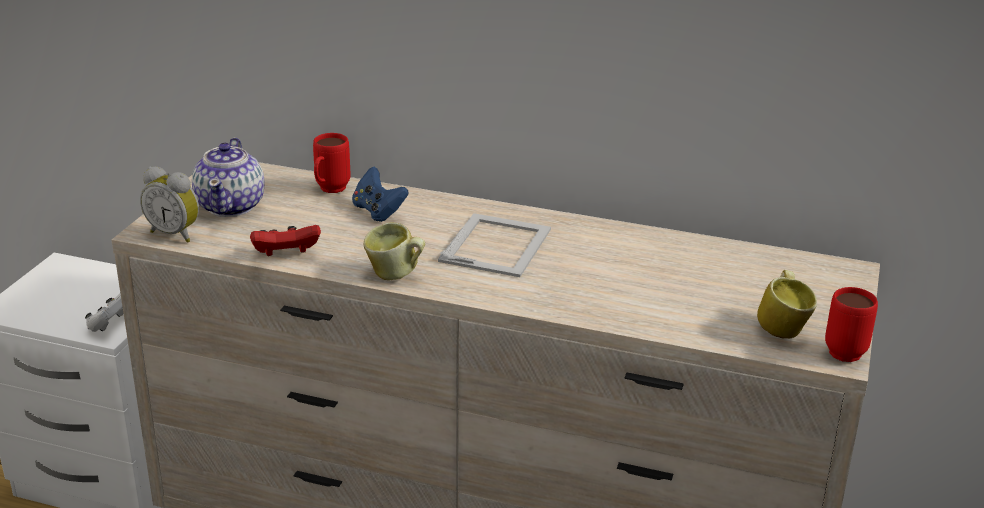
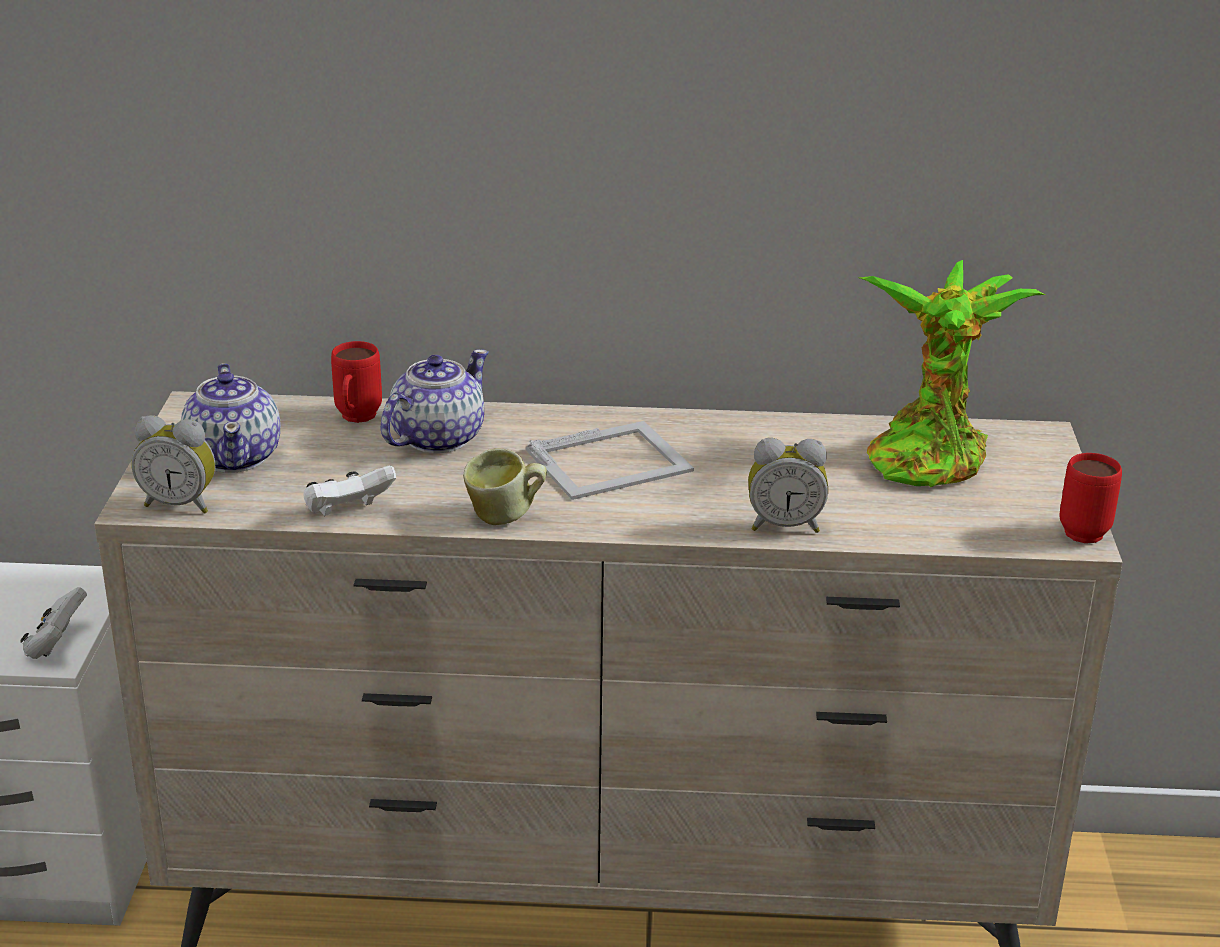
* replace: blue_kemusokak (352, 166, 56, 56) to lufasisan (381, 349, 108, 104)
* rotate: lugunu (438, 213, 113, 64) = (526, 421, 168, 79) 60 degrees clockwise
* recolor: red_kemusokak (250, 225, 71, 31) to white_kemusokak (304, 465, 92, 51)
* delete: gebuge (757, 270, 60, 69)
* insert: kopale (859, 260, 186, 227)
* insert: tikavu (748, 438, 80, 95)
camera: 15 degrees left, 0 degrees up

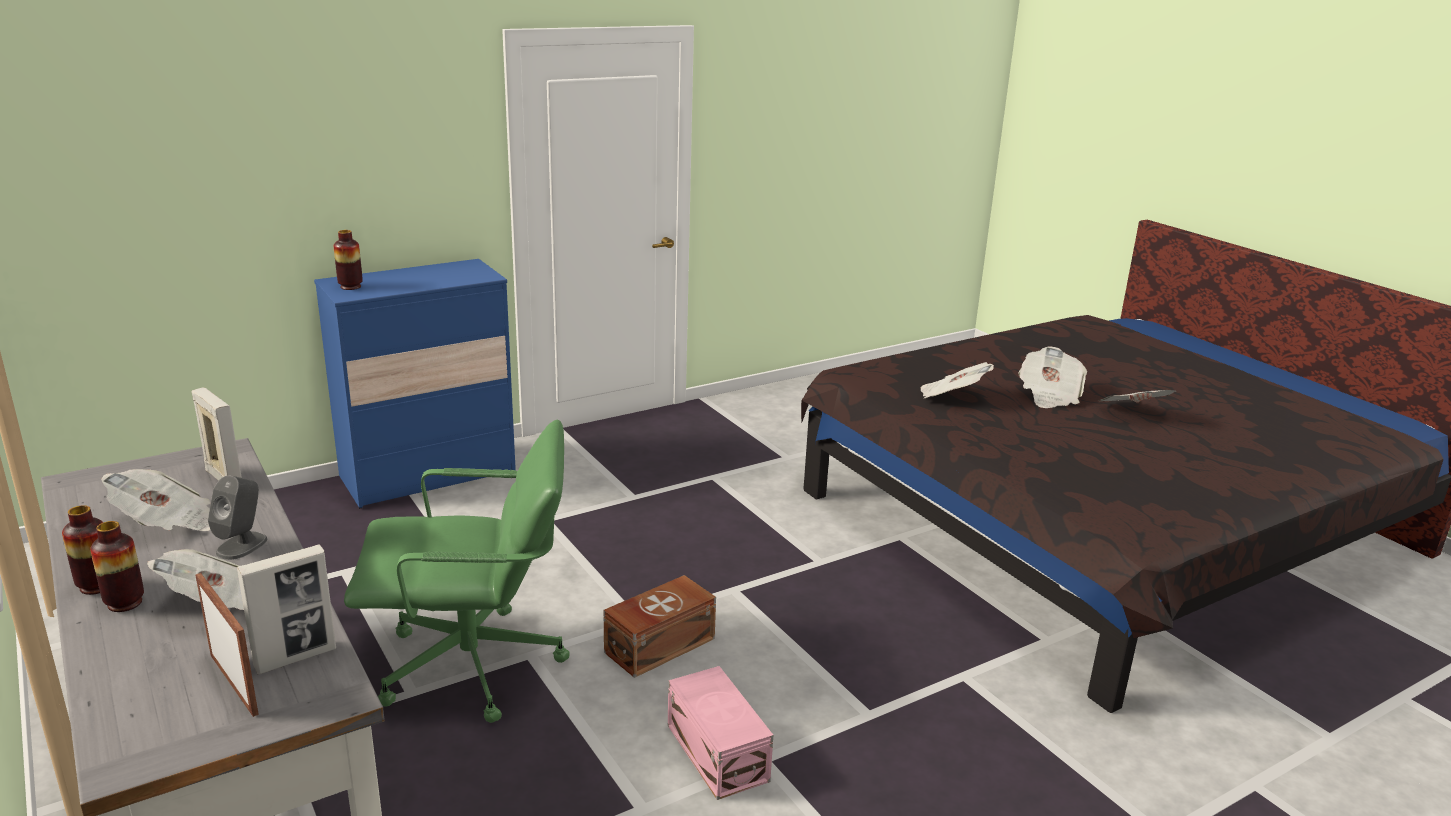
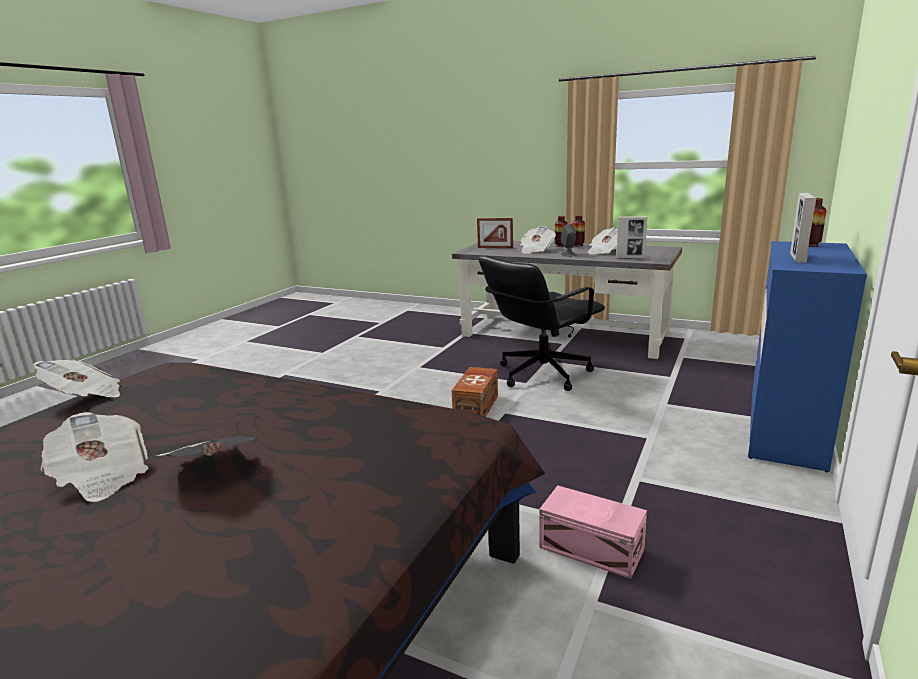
* move: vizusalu (920, 362, 74, 36) to (33, 360, 87, 37)
* recolor: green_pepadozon (344, 419, 226, 304) to black_pepadozon (479, 256, 126, 135)
* move: lugunu (237, 544, 99, 130) to (790, 193, 26, 70)
* move: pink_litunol (668, 666, 105, 134) to (539, 485, 108, 94)
camera: 150 degrees right, 5 degrees down

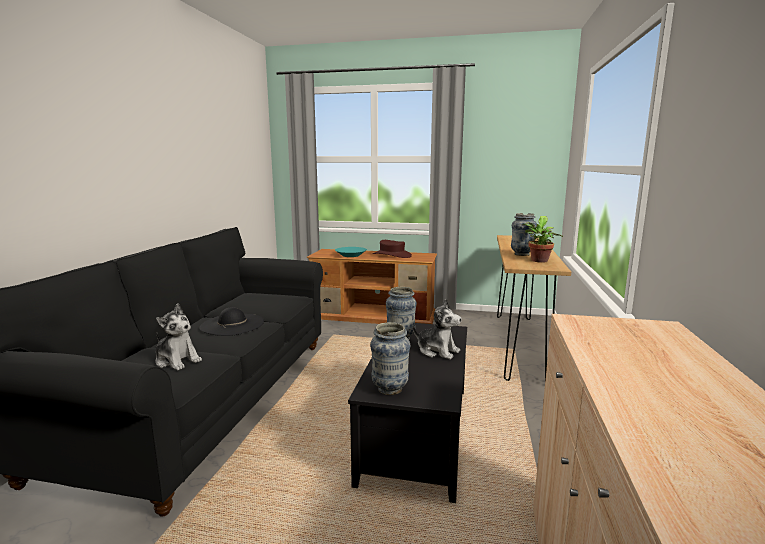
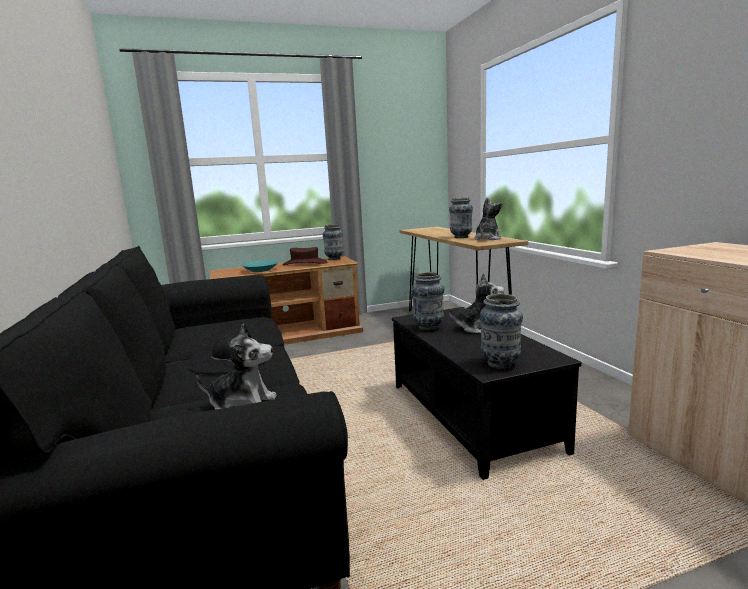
* replace: kopale (522, 216, 41, 47) to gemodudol (474, 197, 28, 43)
* insert: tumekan (323, 224, 20, 36)
camera: 30 degrees left, 0 degrees up

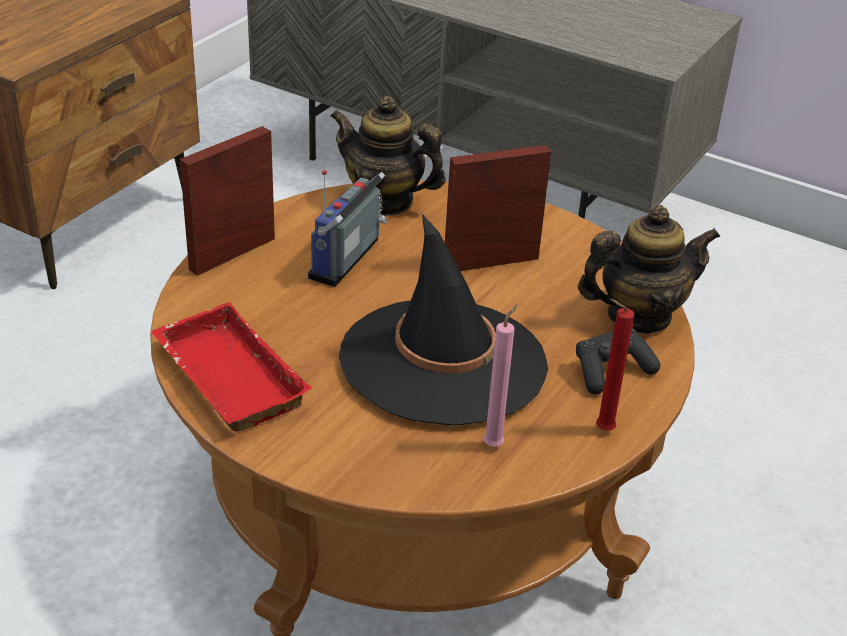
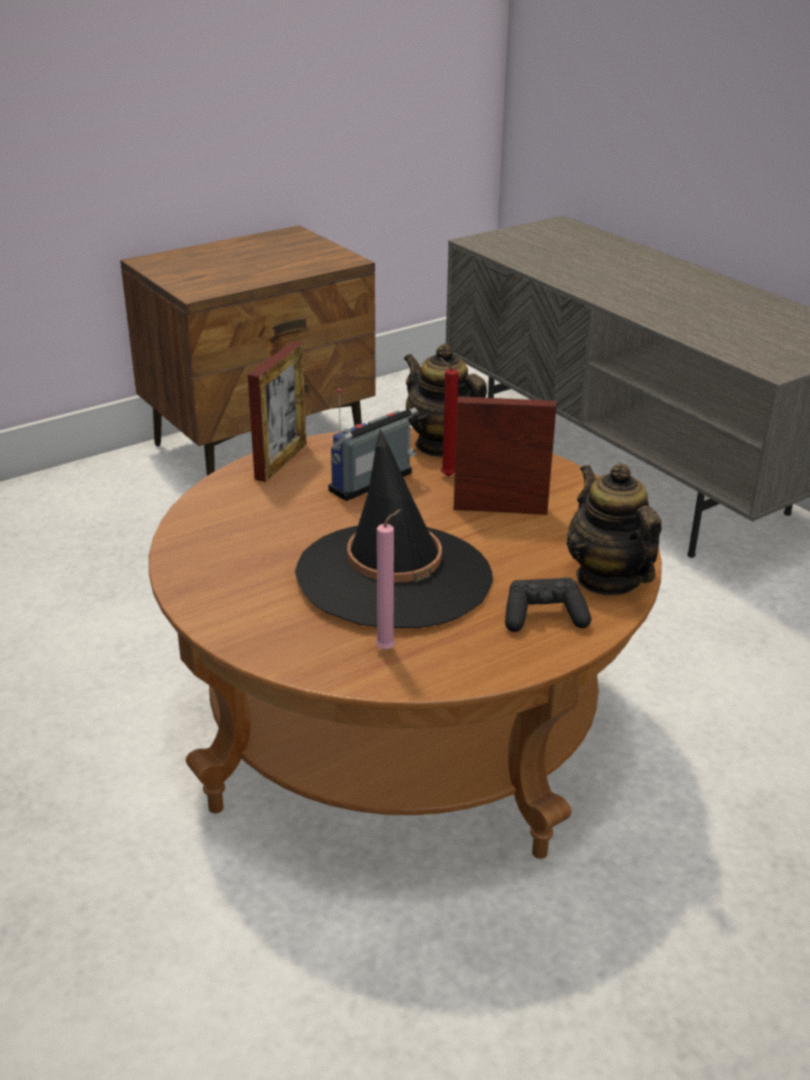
* rotate: lugunu (180, 126, 95, 150) = (248, 341, 58, 141) 135 degrees clockwise
* rotate: lufasisan (578, 205, 142, 128) = (567, 463, 94, 133) 120 degrees counterclockwise
* move: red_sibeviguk (596, 299, 39, 132) to (439, 357, 20, 119)
* delete: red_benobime (151, 302, 161, 130)
camera: 25 degrees right, 5 degrees down

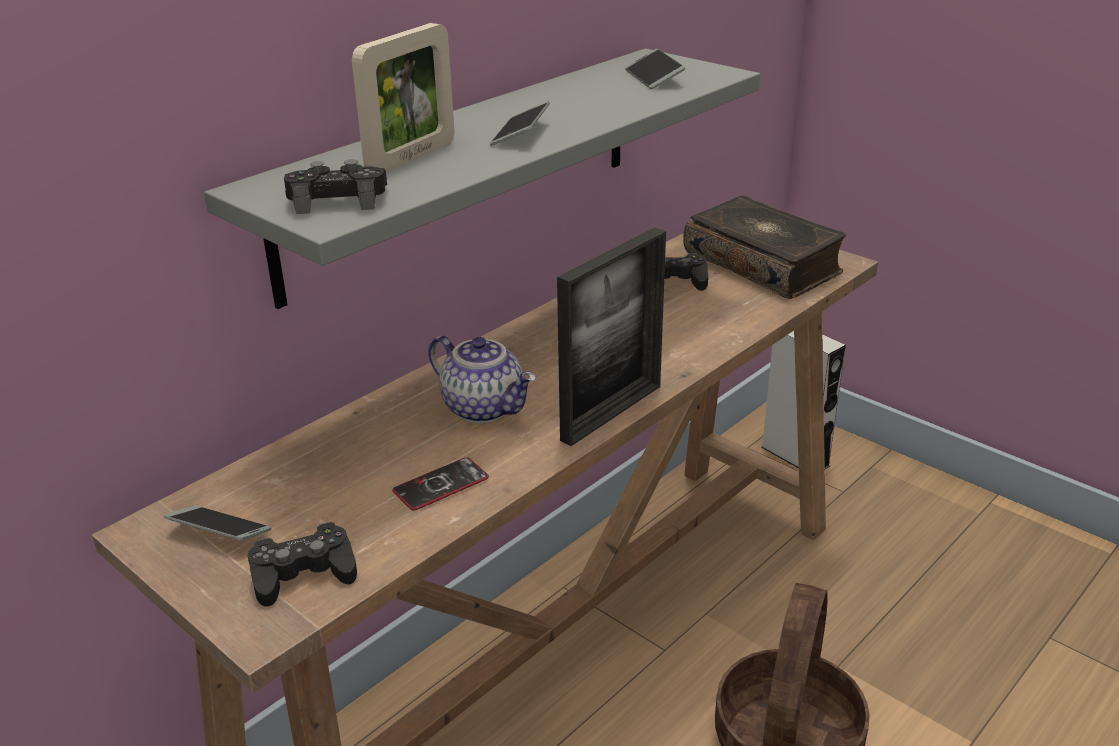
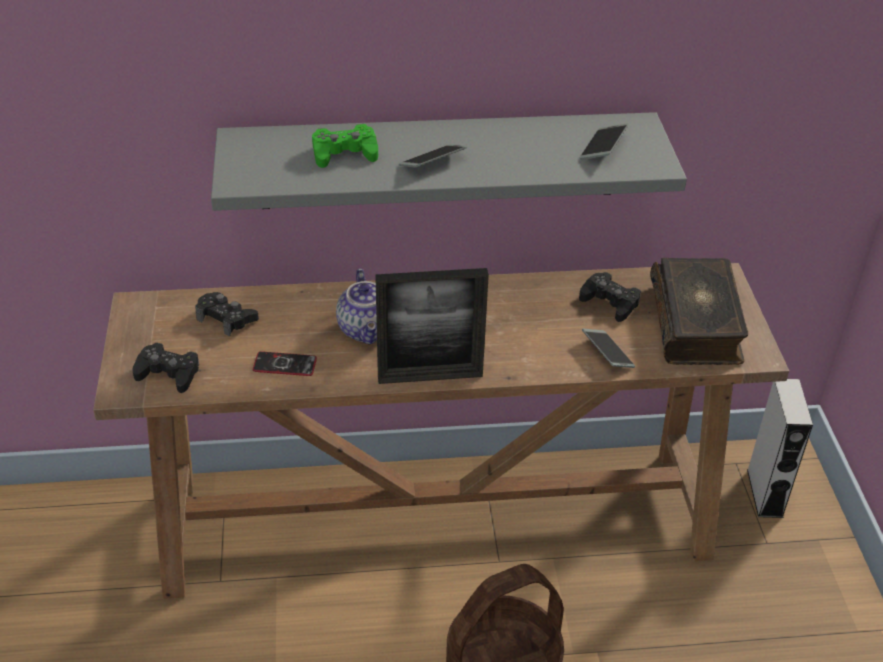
* replace: lugunu (352, 23, 102, 150) to green_kemusokak (312, 124, 66, 44)
* move: black_kemusokak (284, 159, 103, 55) to (195, 292, 64, 45)
* move: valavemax (163, 506, 108, 34) to (582, 328, 53, 40)
camera: 40 degrees right, 10 degrees up

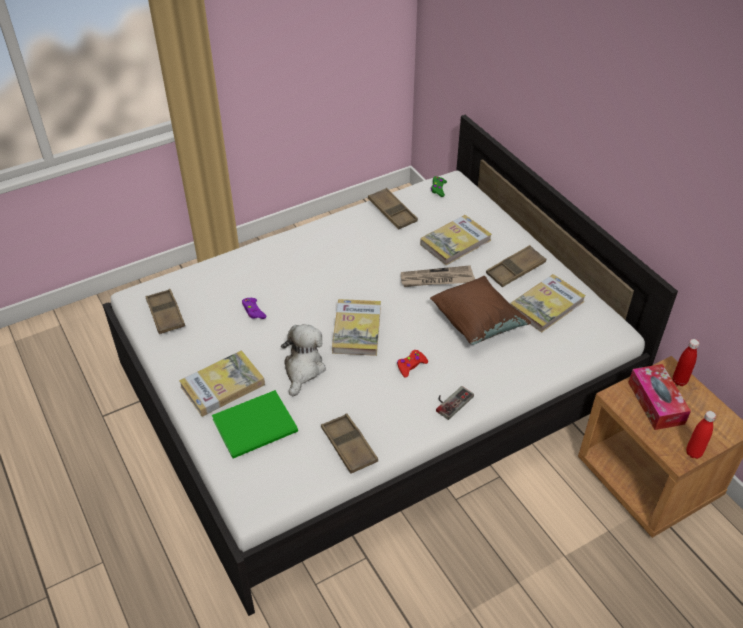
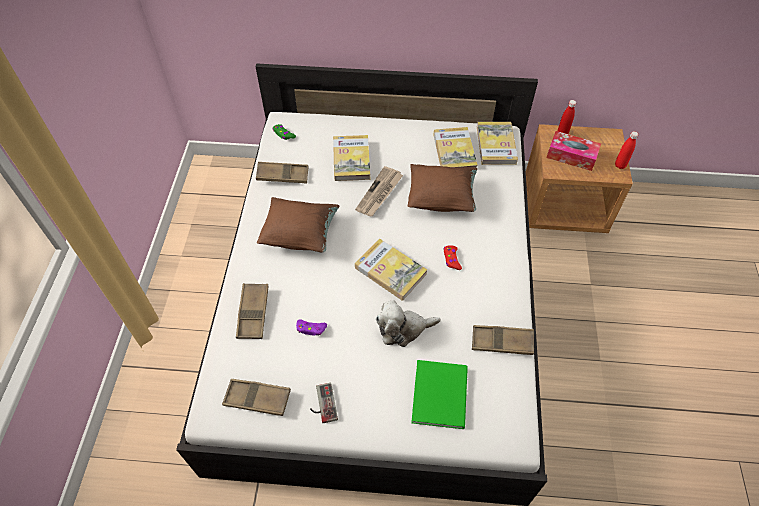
* move: brown_benobime (486, 245, 60, 42) to (236, 283, 32, 56)
* rotate: gemodudol (281, 324, 45, 72) = (376, 300, 65, 47) 60 degrees counterclockwise
* move: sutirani (179, 350, 86, 67) to (477, 122, 41, 43)
* move: kemusokak (436, 386, 38, 34) to (310, 383, 28, 40)
* insert: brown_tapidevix (257, 197, 82, 56)
camera: 55 degrees left, 10 degrees up

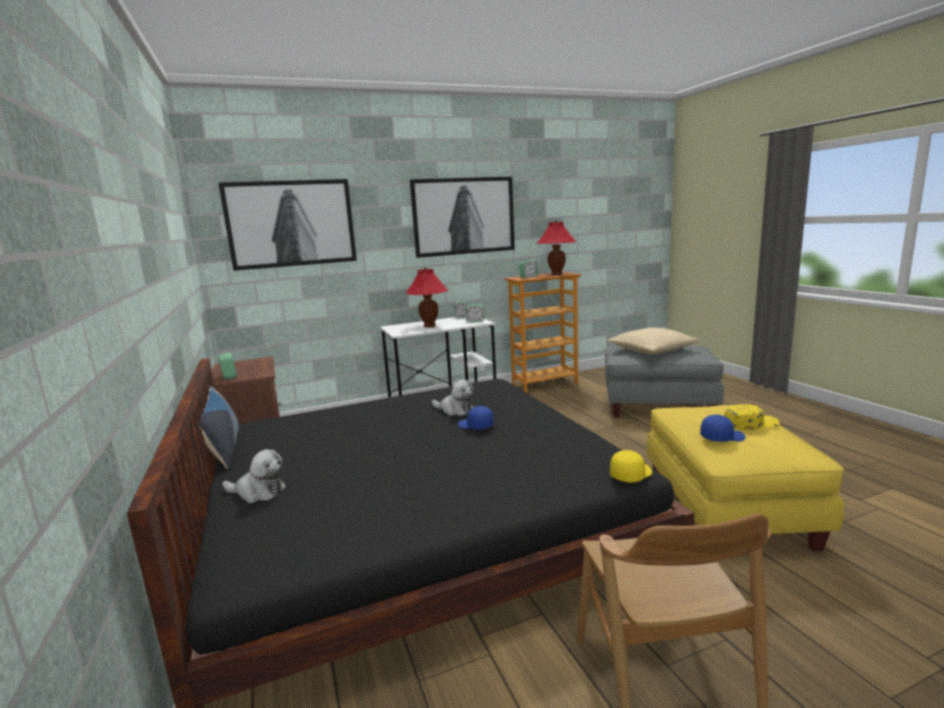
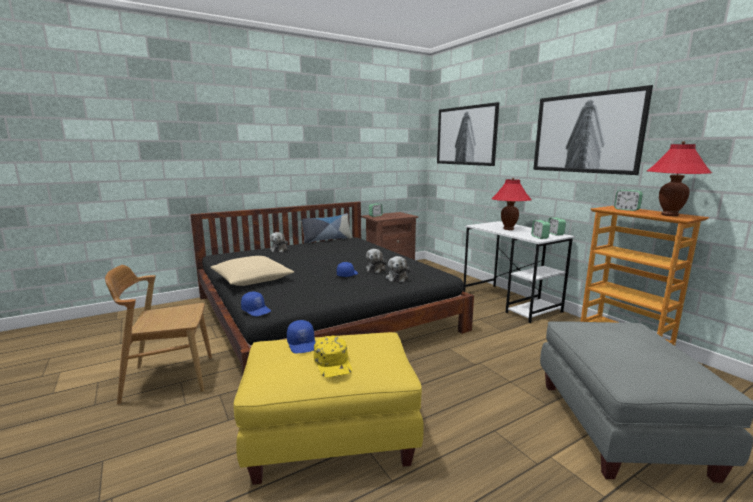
* move: beige_tapidevix (607, 327, 93, 27) to (210, 256, 84, 30)
* recolor: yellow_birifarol (610, 450, 42, 33) to blue_birifarol (241, 292, 30, 24)
* insert: gemodudol (386, 256, 24, 26)
camera: 80 degrees right, 0 degrees up

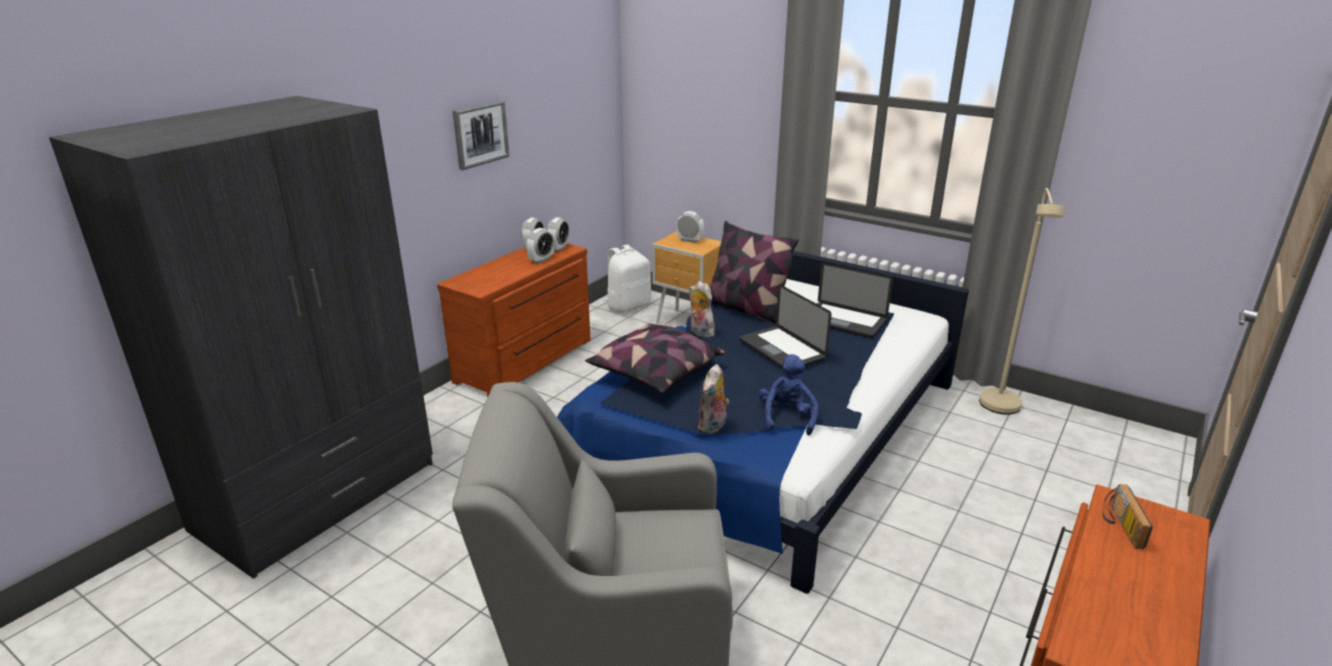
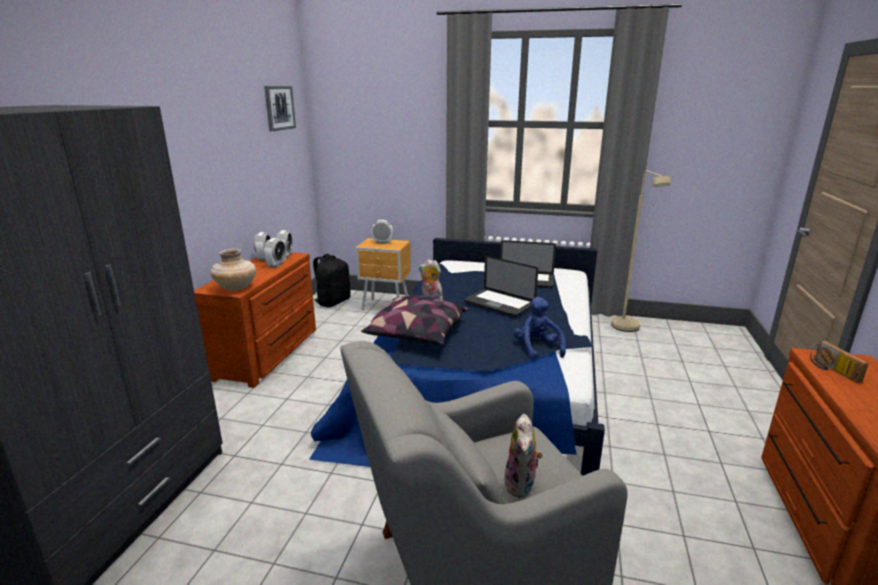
* move: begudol (453, 100, 57, 70) to (264, 86, 32, 45)
* delete: tapidevix (710, 221, 89, 102)
* recolor: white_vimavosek (606, 244, 45, 69) to black_vimavosek (313, 254, 38, 53)
* move: gemodudol (698, 364, 32, 70) to (504, 414, 39, 84)
* insert: beige_tumekan (210, 249, 46, 42)
camera: 20 degrees left, 5 degrees down

